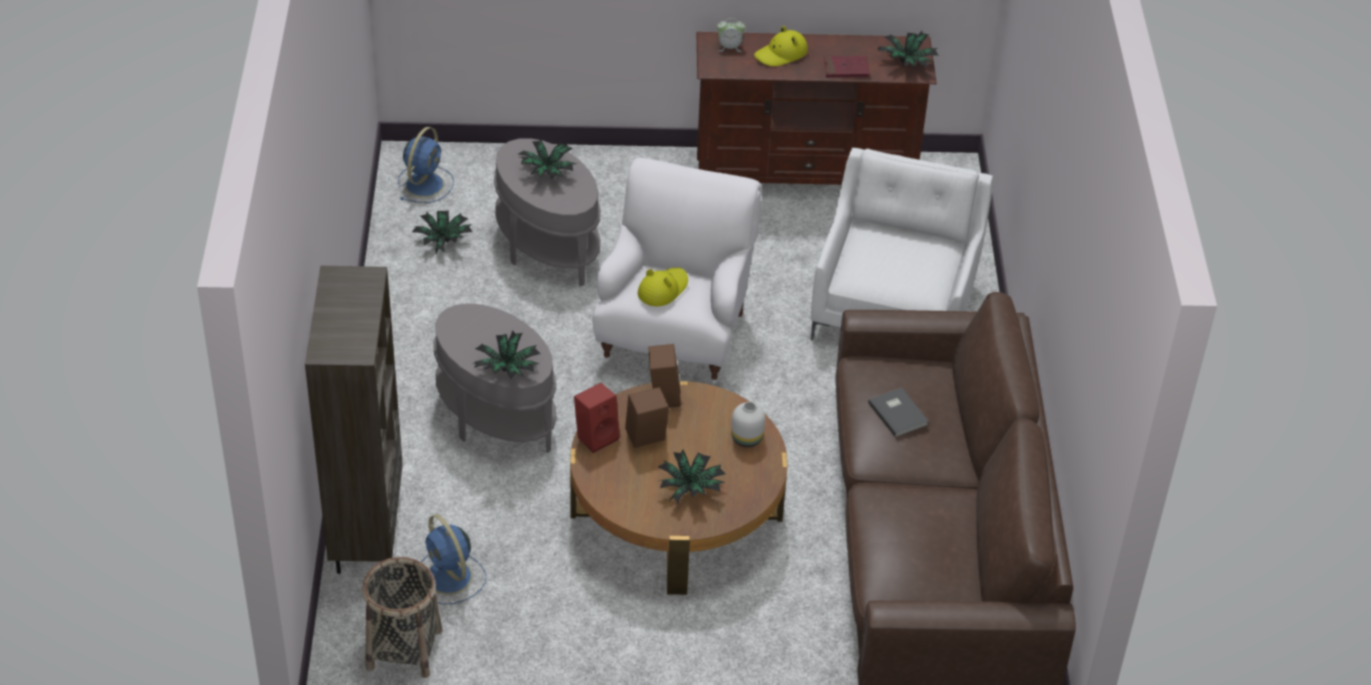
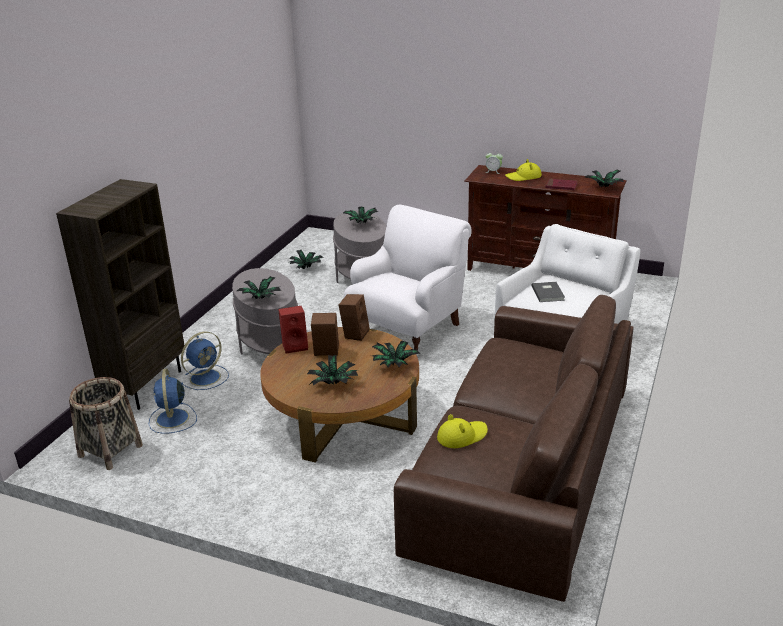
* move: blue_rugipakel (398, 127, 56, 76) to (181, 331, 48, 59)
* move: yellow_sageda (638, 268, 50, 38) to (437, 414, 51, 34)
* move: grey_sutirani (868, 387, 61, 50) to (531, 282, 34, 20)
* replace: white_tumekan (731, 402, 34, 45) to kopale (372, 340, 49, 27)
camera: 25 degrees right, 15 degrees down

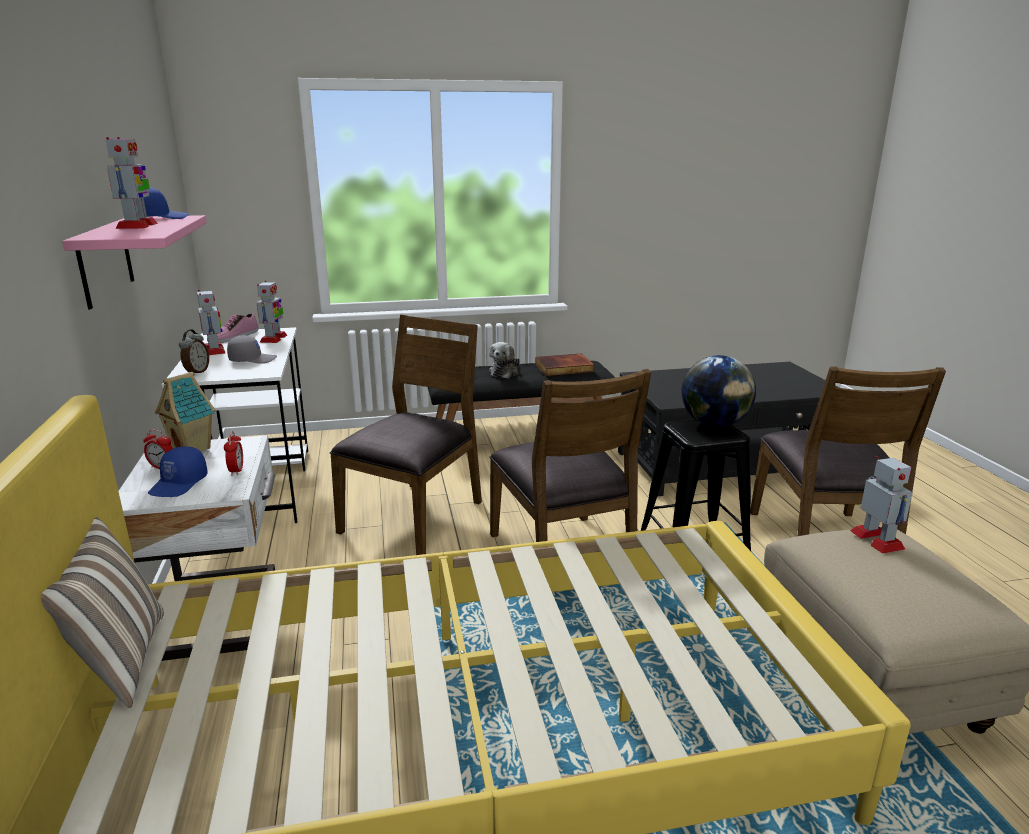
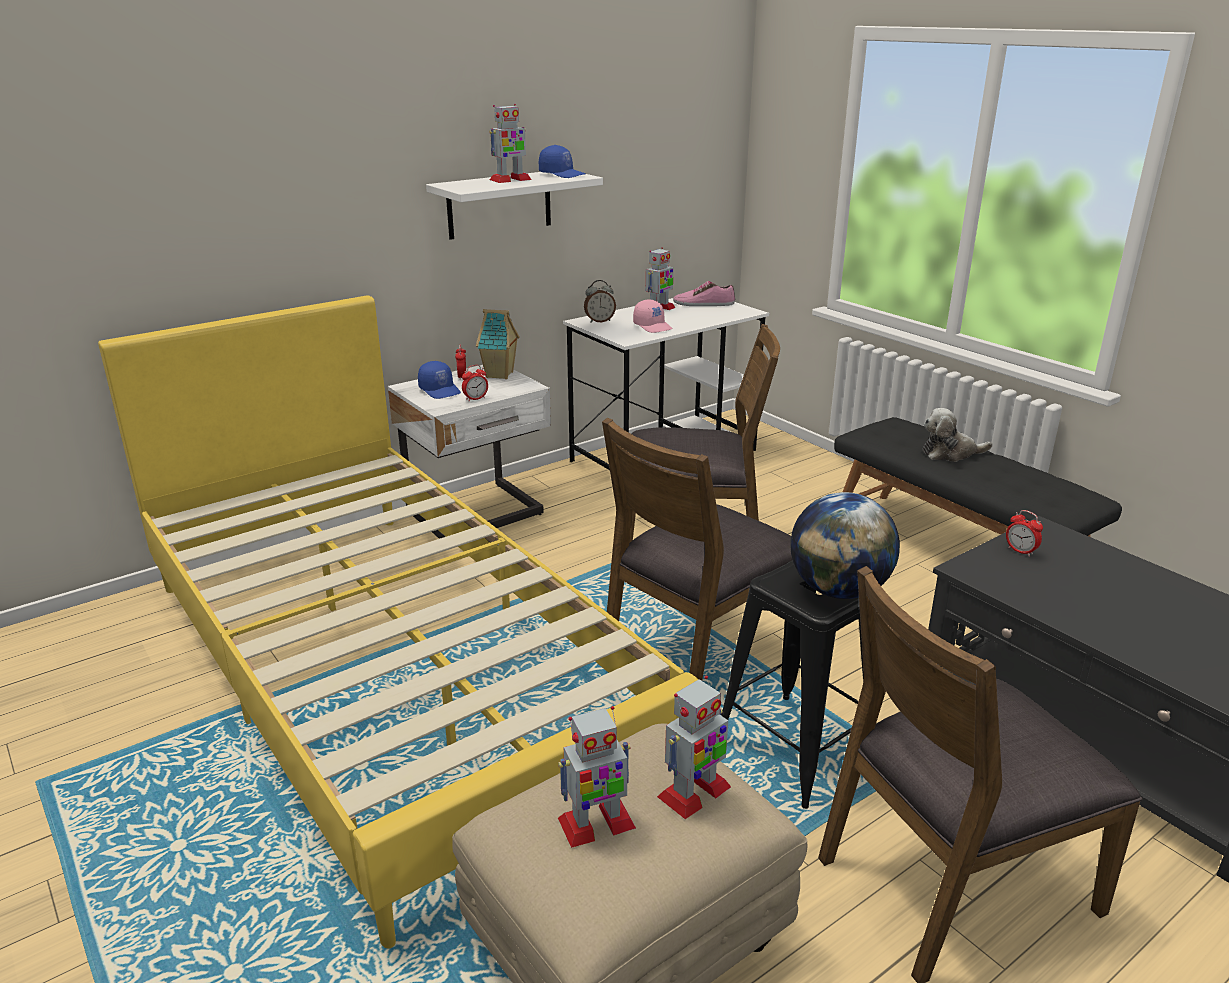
* recolor: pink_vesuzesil (62, 215, 145, 94) to white_vesuzesil (426, 172, 177, 68)
* move: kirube (256, 280, 31, 63) to (558, 706, 78, 142)
* recolor: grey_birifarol (227, 335, 50, 29) to pink_birifarol (633, 299, 40, 34)
* delete: sutirani (535, 354, 60, 22)
* rotate: blue_birifarol (148, 446, 60, 51) = (418, 361, 43, 38) 120 degrees counterclockwise
* delete: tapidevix (41, 517, 123, 191)
* insert: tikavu (1006, 510, 37, 47)
camera: 65 degrees right, 5 degrees up

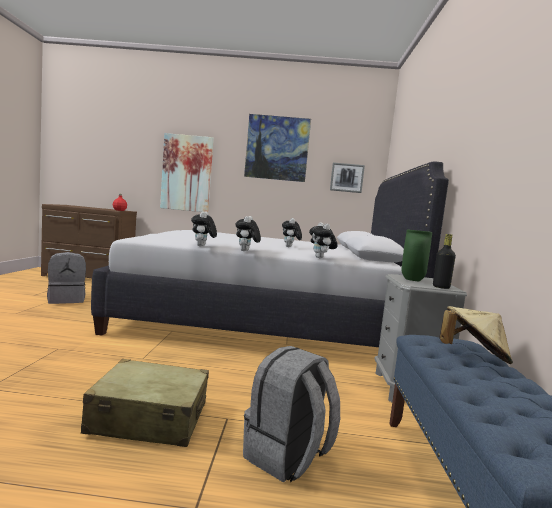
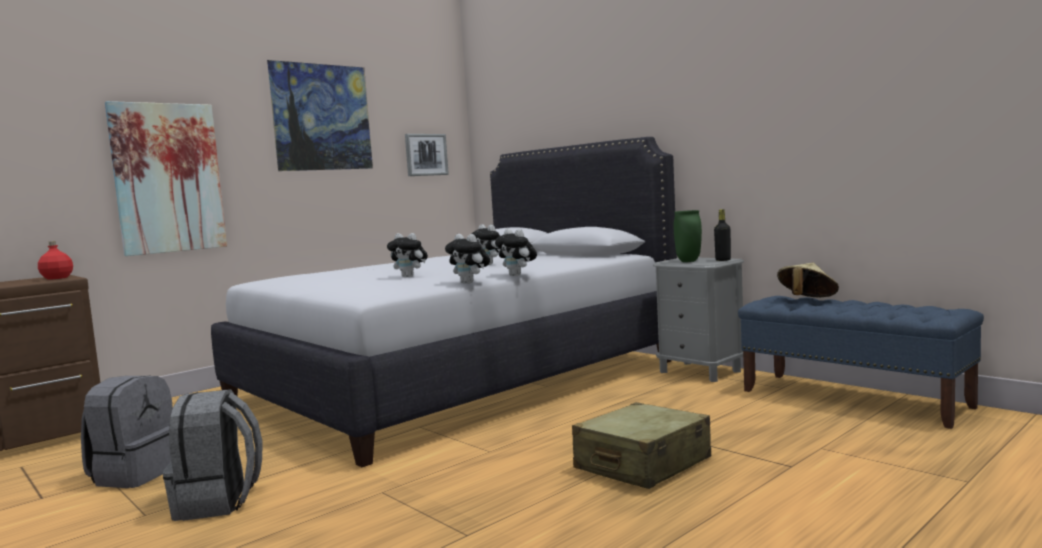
* move: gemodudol (309, 223, 29, 36) to (387, 233, 41, 44)
* move: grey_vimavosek (243, 346, 97, 136) to (163, 389, 100, 132)
camera: 45 degrees left, 0 degrees up

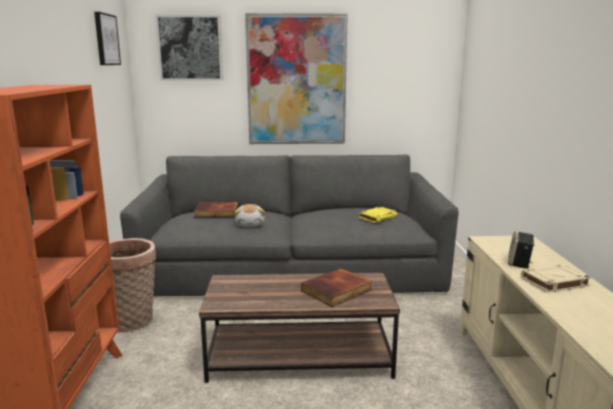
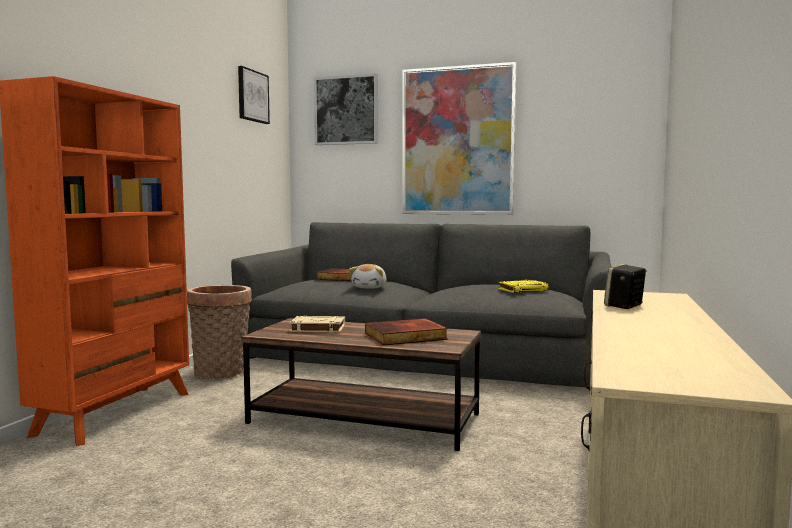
* move: beige_sutirani (521, 264, 70, 29) to (289, 316, 56, 17)
camera: 20 degrees right, 10 degrees down

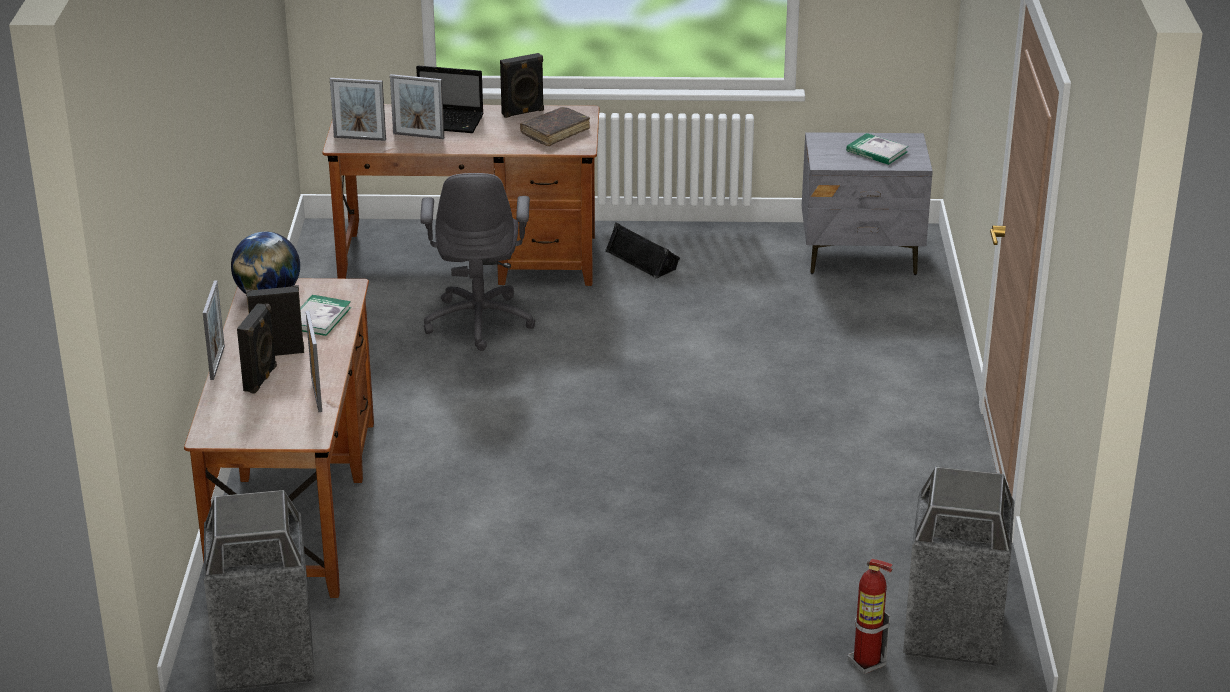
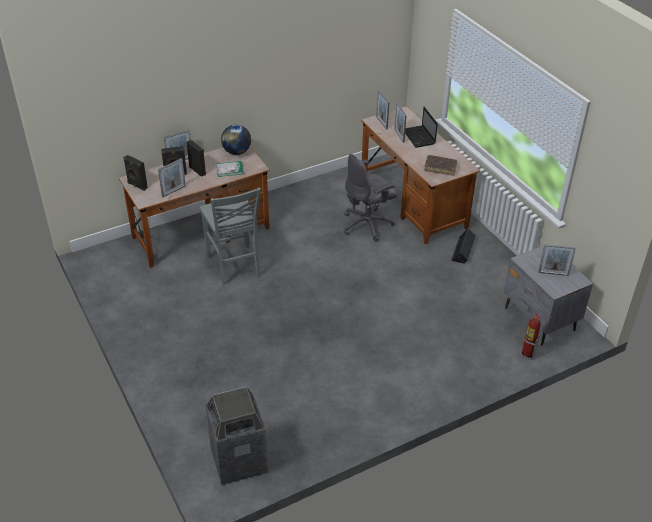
* move: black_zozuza (500, 53, 44, 65) to (123, 155, 25, 36)
* replace: sutirani (846, 133, 62, 32) to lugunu (538, 244, 38, 32)
* delete: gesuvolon (204, 490, 111, 201)
* move: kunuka (848, 559, 45, 115) to (520, 313, 21, 47)
* insert: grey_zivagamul (200, 188, 61, 98)
camera: 60 degrees right, 10 degrees up

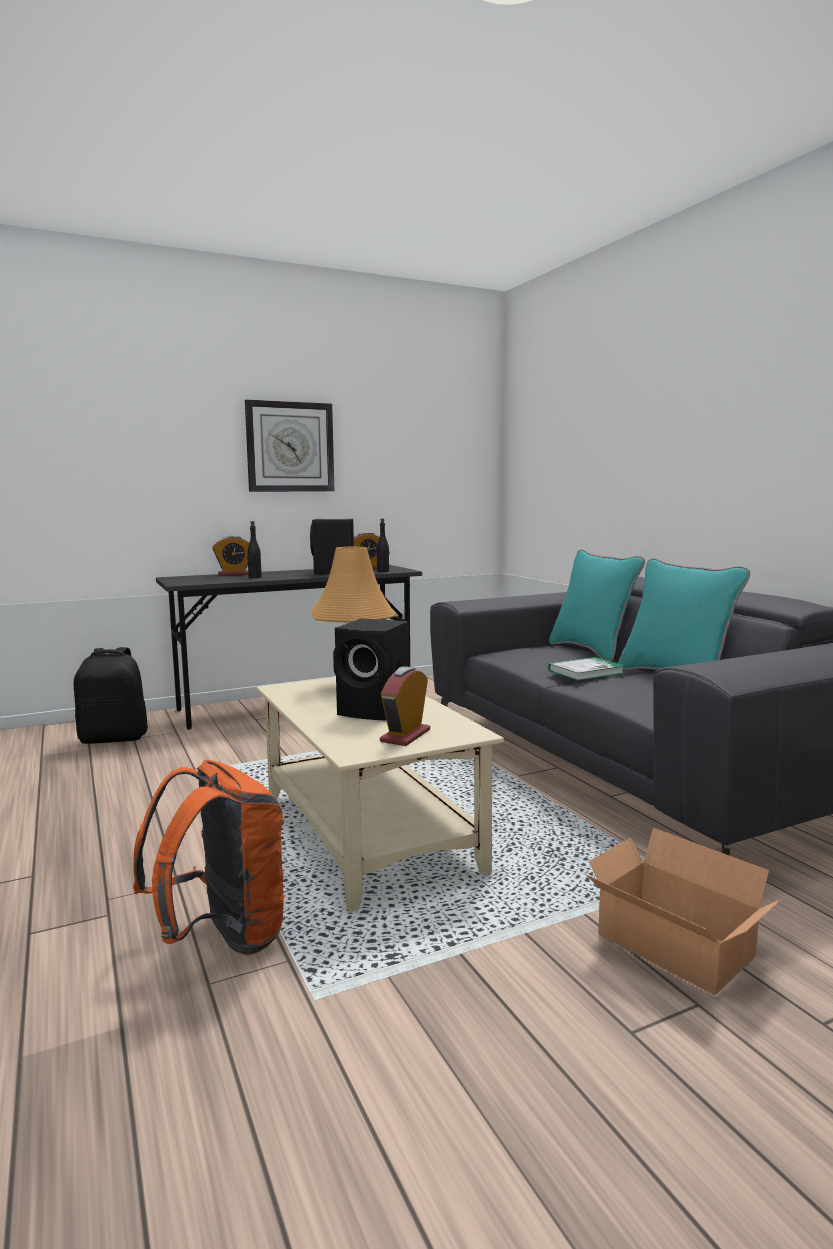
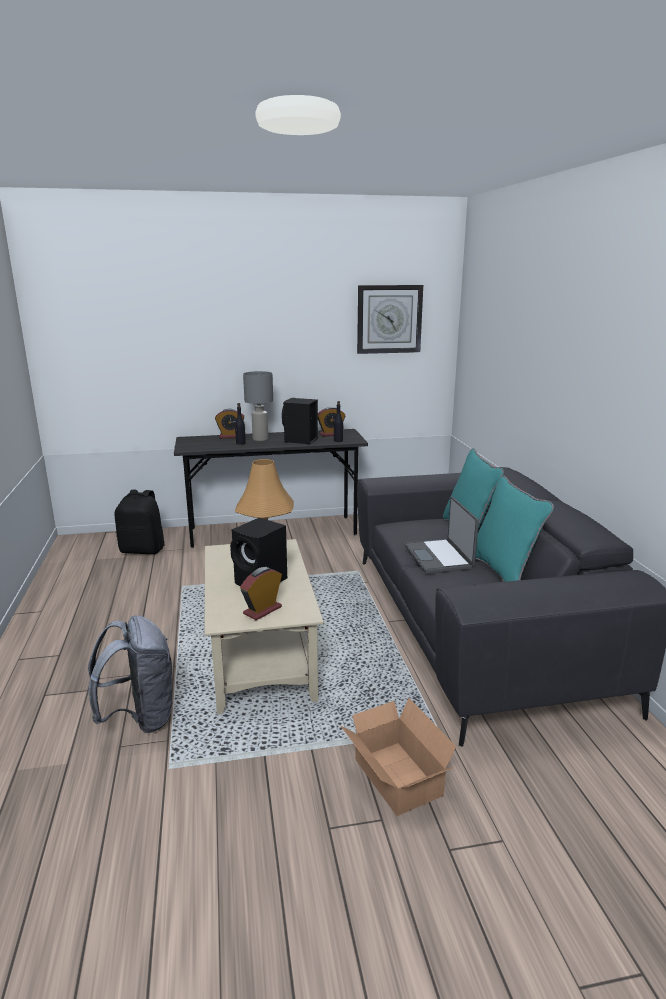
* move: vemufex (245, 399, 89, 93) to (357, 285, 66, 69)
* replace: sutirani (548, 657, 77, 24) to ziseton (404, 497, 75, 77)
* recolor: orange_vimavosek (133, 760, 152, 195) to grey_vimavosek (88, 615, 86, 118)
* insert: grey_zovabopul (243, 371, 30, 70)
camera: 15 degrees right, 10 degrees up

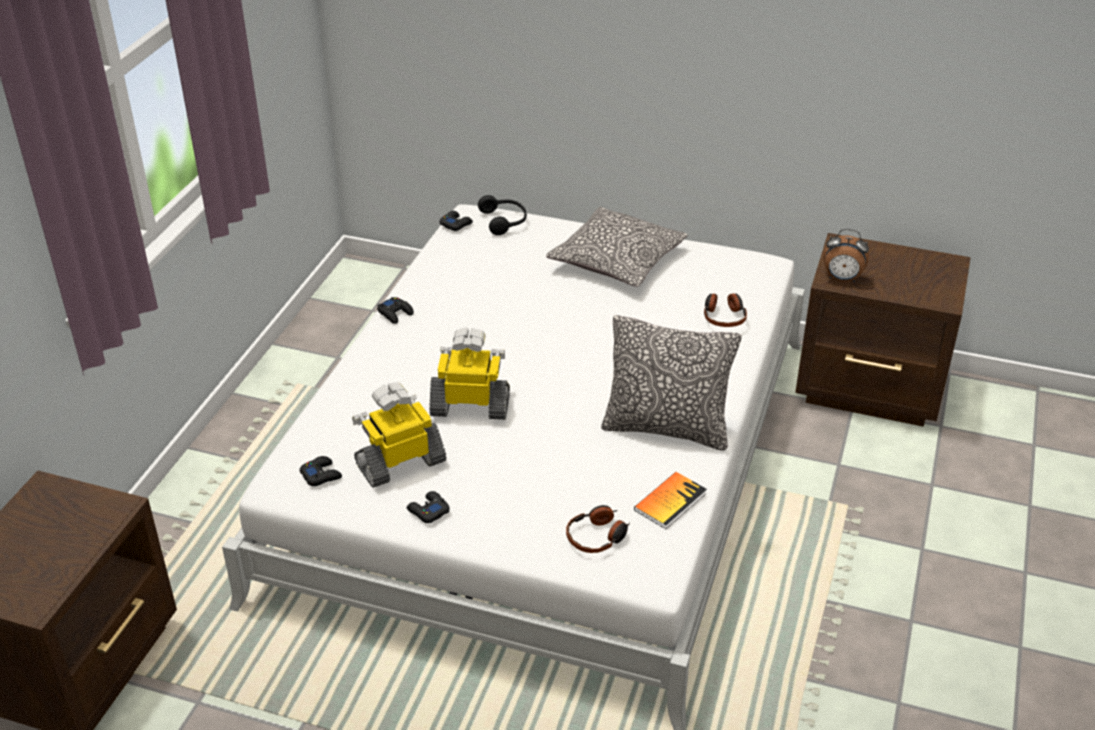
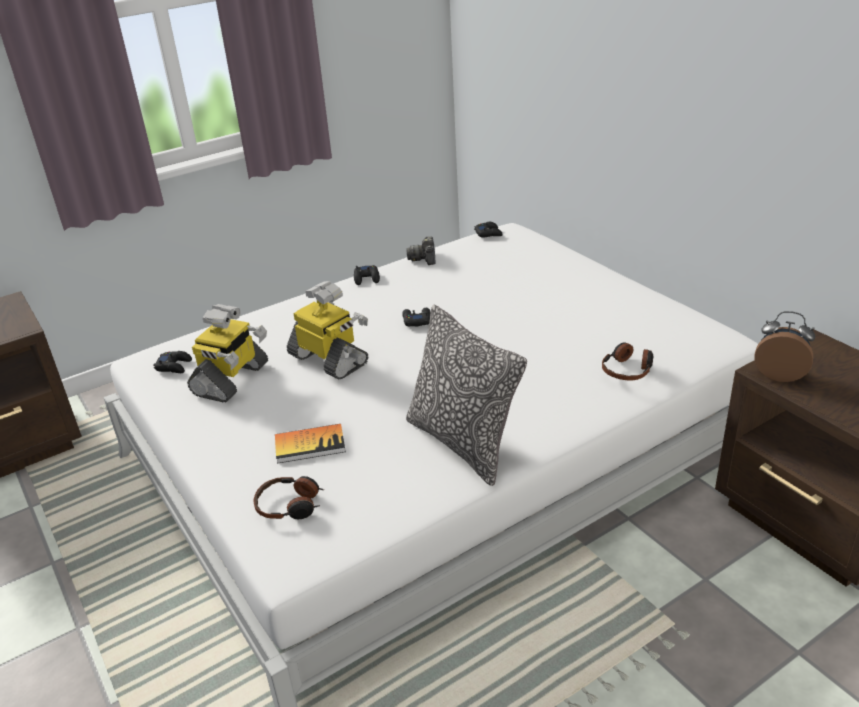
* delete: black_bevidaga (478, 195, 49, 40)
* delete: tapidevix (546, 207, 142, 80)
* rotate: tikavu (823, 229, 46, 53) = (754, 311, 61, 71) 150 degrees clockwise
* rotate: kirube (352, 382, 94, 106) = (187, 304, 81, 99) 105 degrees clockwise
* move: sutirani (634, 472, 73, 57) to (275, 424, 71, 39)
* move: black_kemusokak (407, 491, 43, 32) to (402, 308, 29, 18)
* insert: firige (406, 236, 30, 29)
camera: 40 degrees right, 5 degrees down

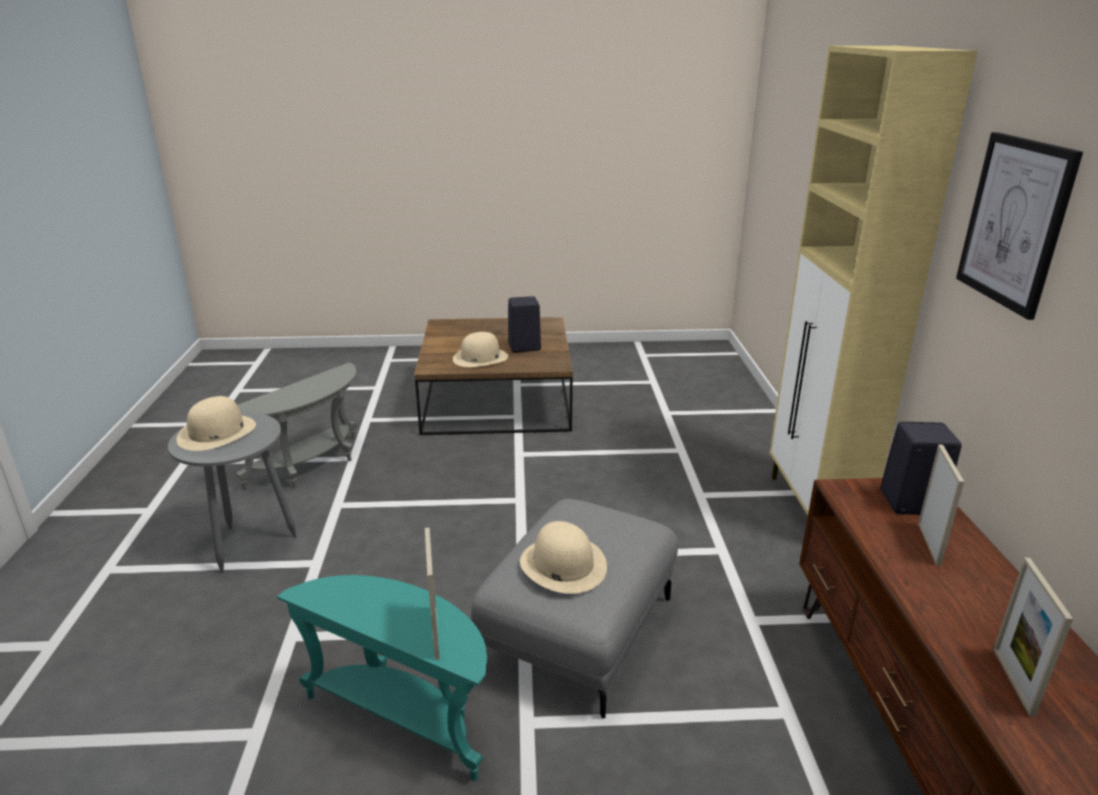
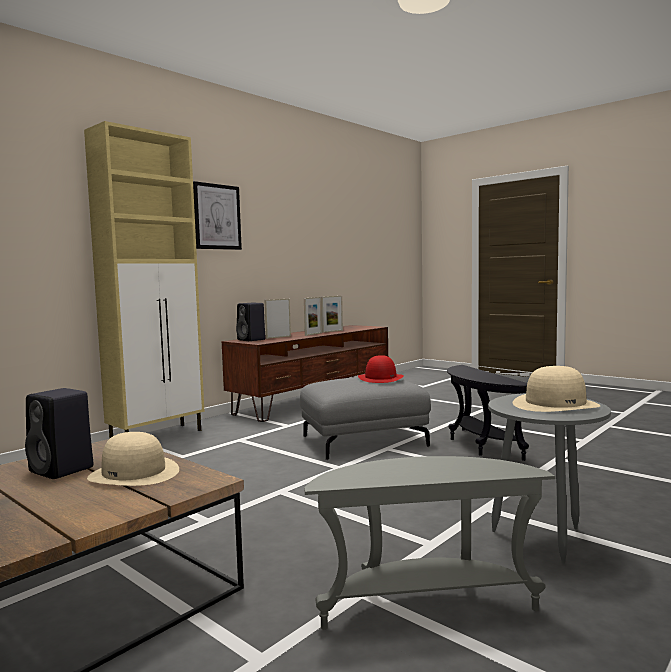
* recolor: beige_sageda (520, 521, 87, 73) to red_sageda (358, 355, 46, 28)
* move: lugunu (425, 527, 15, 133) to (304, 297, 18, 39)
* recolor: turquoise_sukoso (277, 575, 210, 206) to black_sukoso (447, 365, 82, 96)
camera: 135 degrees left, 20 degrees down

